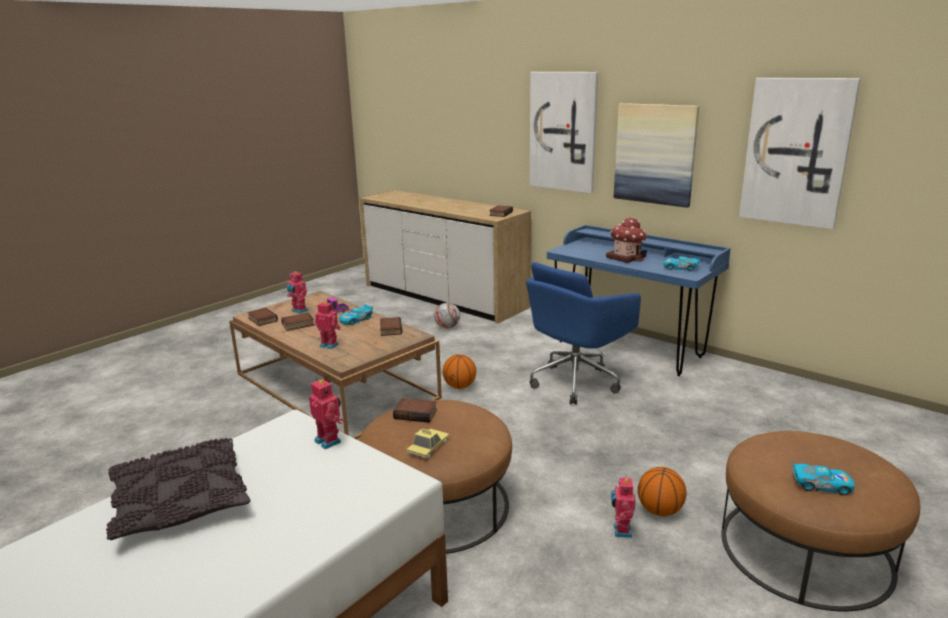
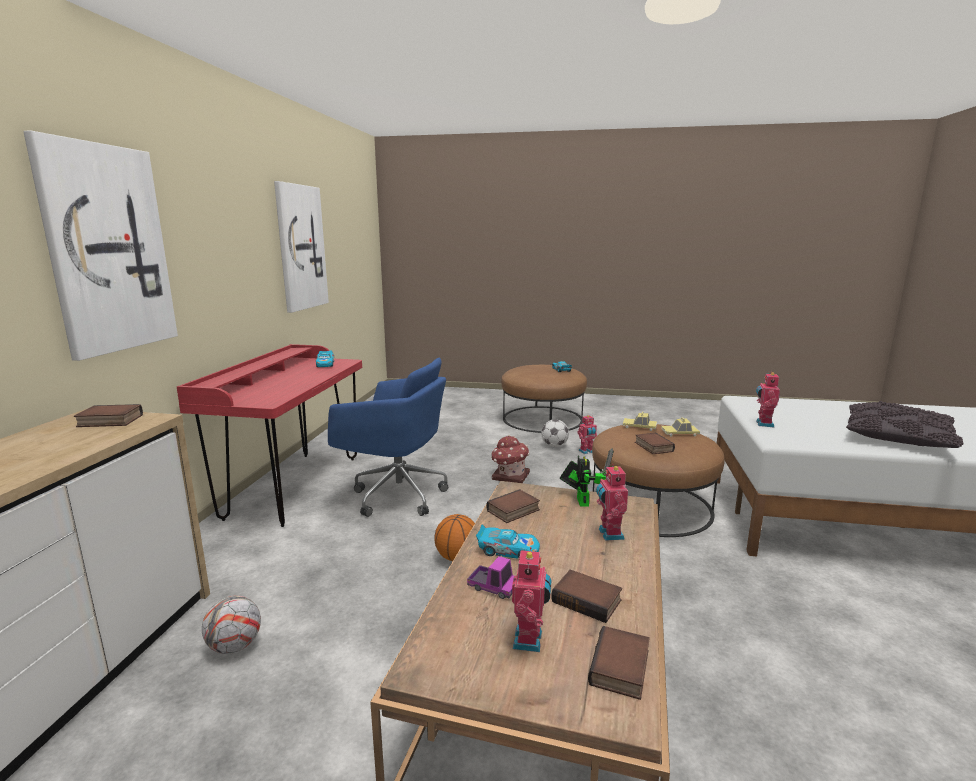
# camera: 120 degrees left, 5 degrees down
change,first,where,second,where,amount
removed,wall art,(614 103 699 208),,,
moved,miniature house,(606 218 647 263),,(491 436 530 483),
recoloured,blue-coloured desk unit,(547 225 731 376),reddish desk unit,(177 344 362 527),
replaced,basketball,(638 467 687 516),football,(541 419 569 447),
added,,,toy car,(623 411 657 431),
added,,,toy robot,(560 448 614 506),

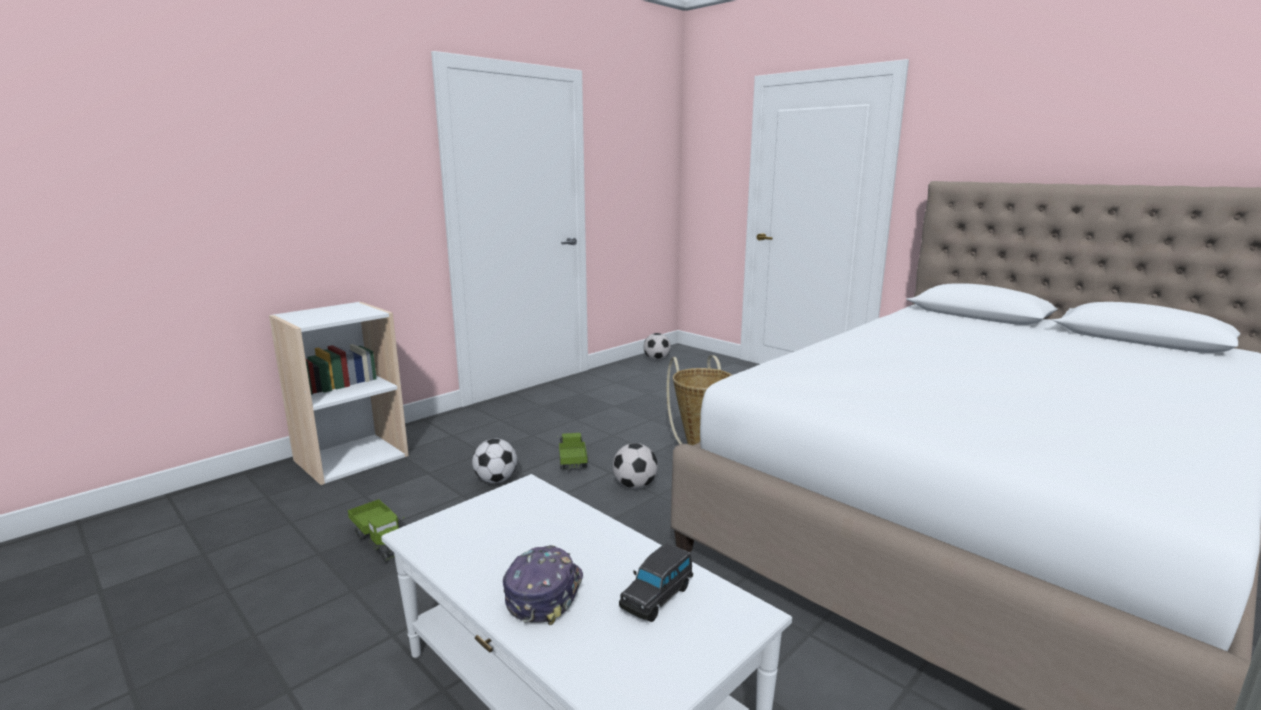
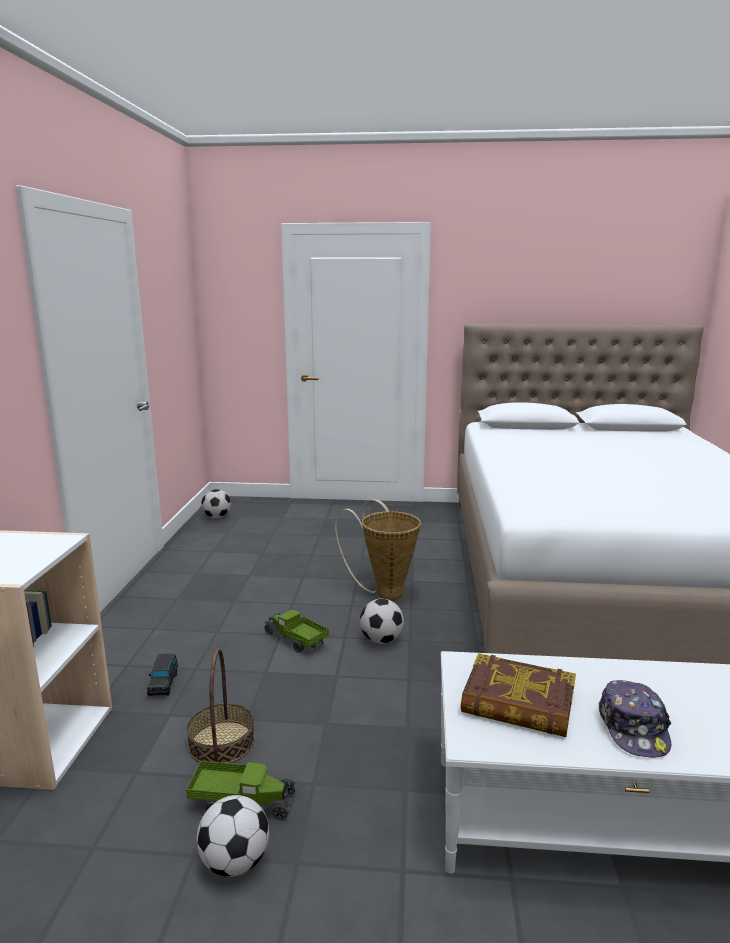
# camera: 40 degrees left, 0 degrees up
change,first,where,second,where,amount
moved,football,(472 439 517 483),,(197 795 269 877),
moved,black toy car,(619 543 693 622),,(147 654 178 696),
turned,cap,(503 545 583 625),,(599 680 671 758),150 degrees counterclockwise
added,,,household basket,(187 648 255 763),
added,,,book,(461 653 576 737),

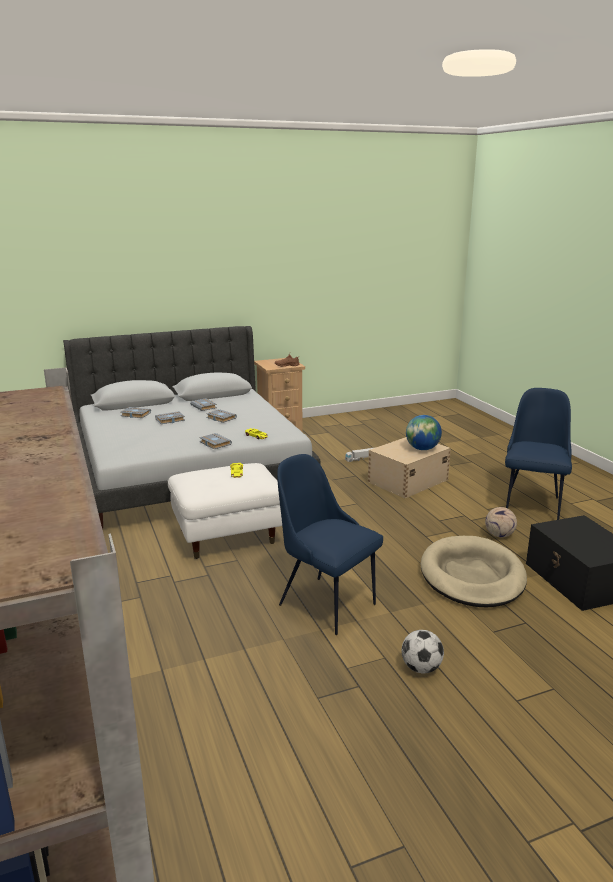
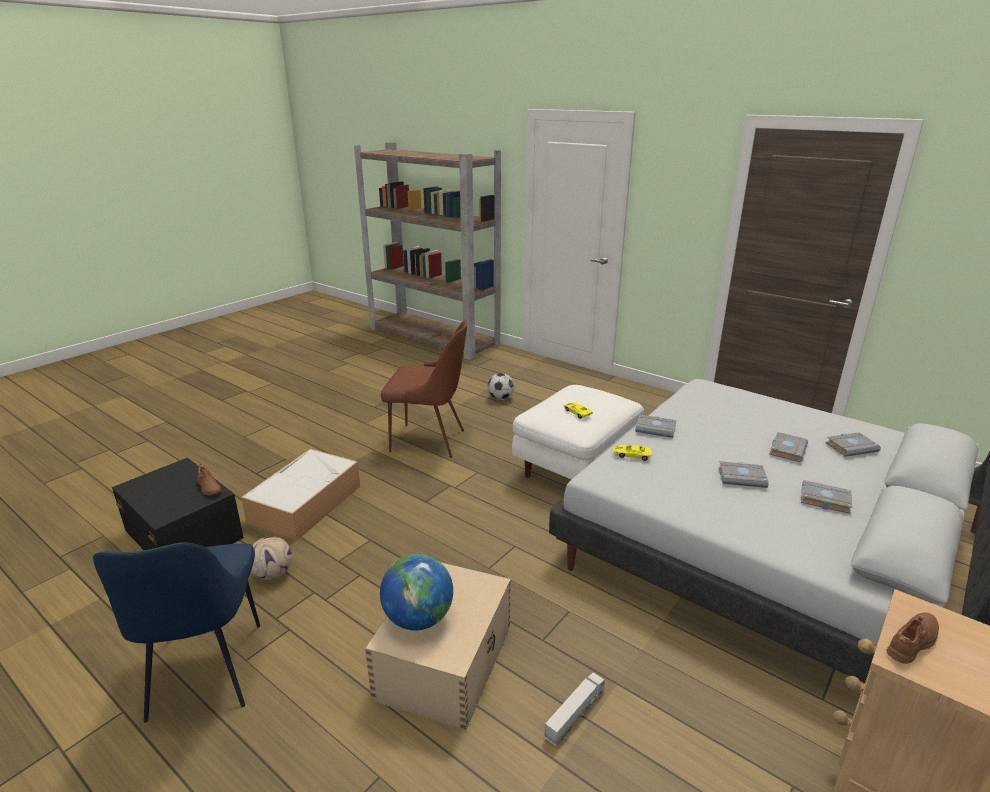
# camera: 150 degrees right, 5 degrees up
change,first,where,second,where,amount
recoloured,blue-coloured upright chair,(277 454 383 635),brownish upright chair,(381 320 467 458),
replaced,beige dog bed,(421 536 527 607),storage box,(241 449 360 541),
moved,football,(401 630 444 673),,(487 373 514 400),
added,,,brownish low shoe,(197 463 221 496),

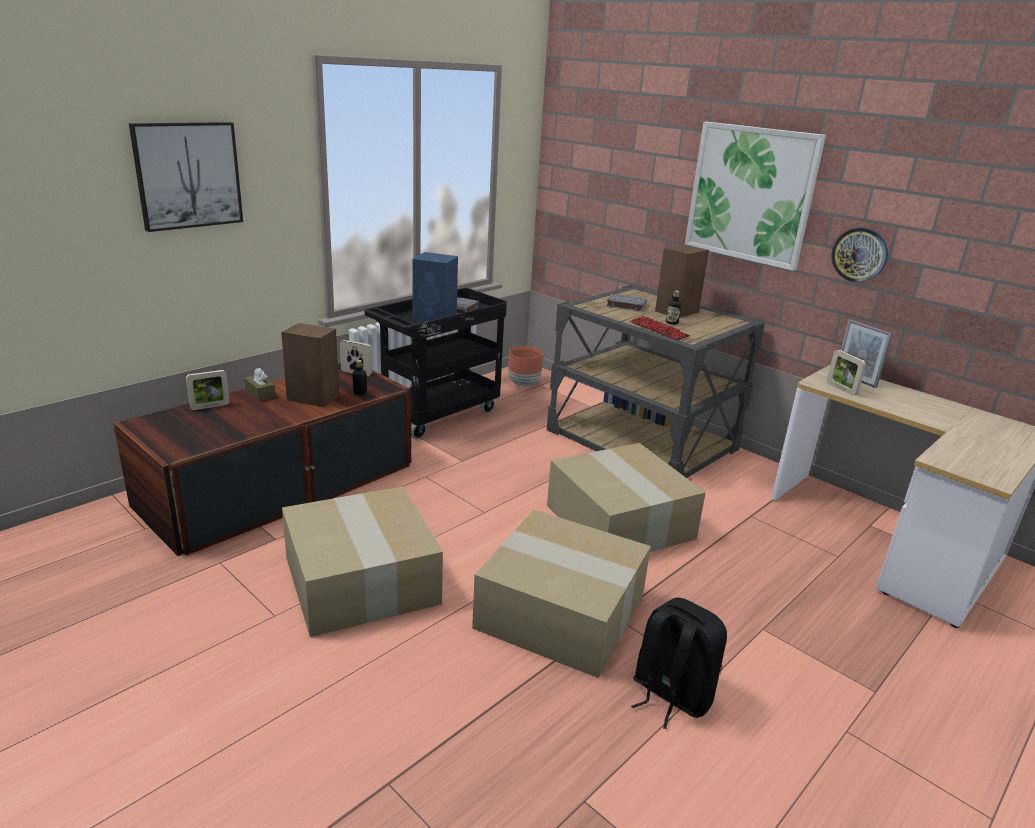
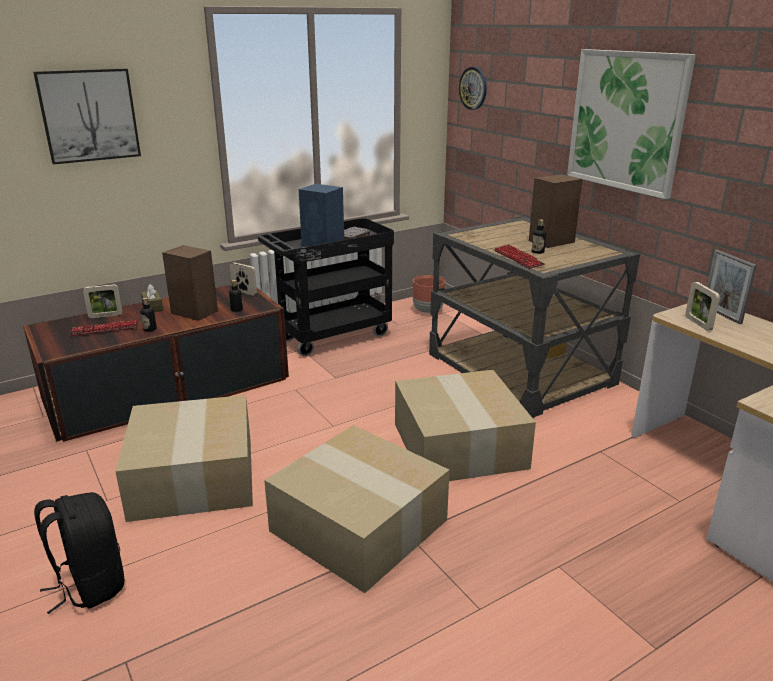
# camera: 15 degrees right, 0 degrees up
change,first,where,second,where,amount
moved,clock on the wall,(831 227 888 282),,(459 67 487 110),
removed,grey book,(606 294 647 311),,,
moved,black knapsack,(631 598 727 729),,(34 492 124 614),
added,,,beverage bottle,(140 298 157 332),
added,,,PC keyboard,(70 320 138 336),

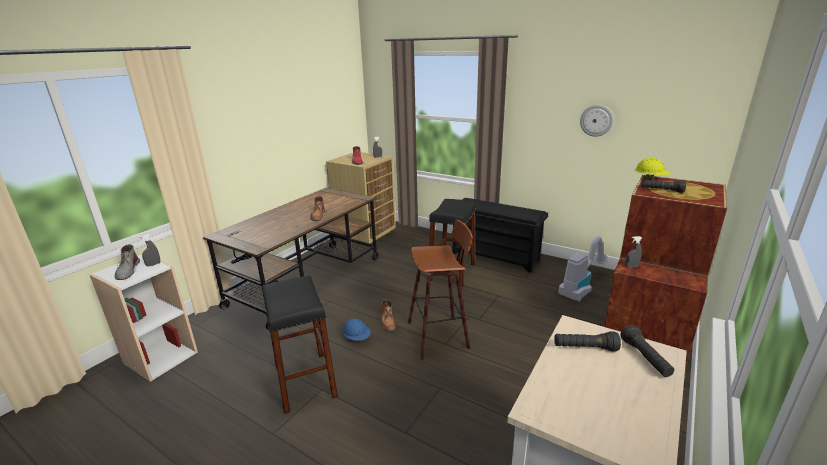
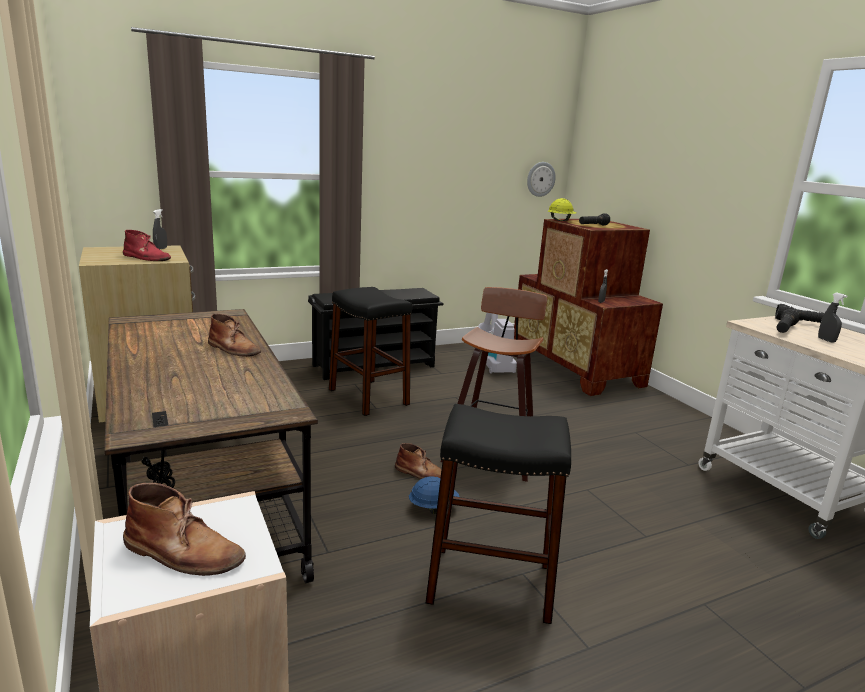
# camera: 60 degrees left, 5 degrees down
change,first,where,second,where,amount
moved,clock on the wall,(580 105 614 137),,(527 162 556 197),
moved,grey sprayer,(138 234 160 267),,(818 293 848 342),
recoloured,grey tall boot,(115 244 140 280),brownish tall boot,(123 483 246 576),

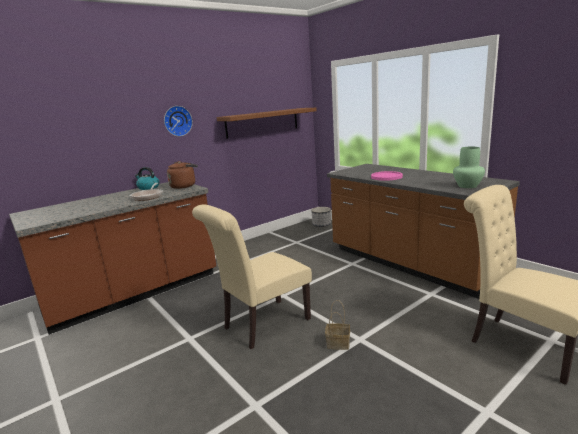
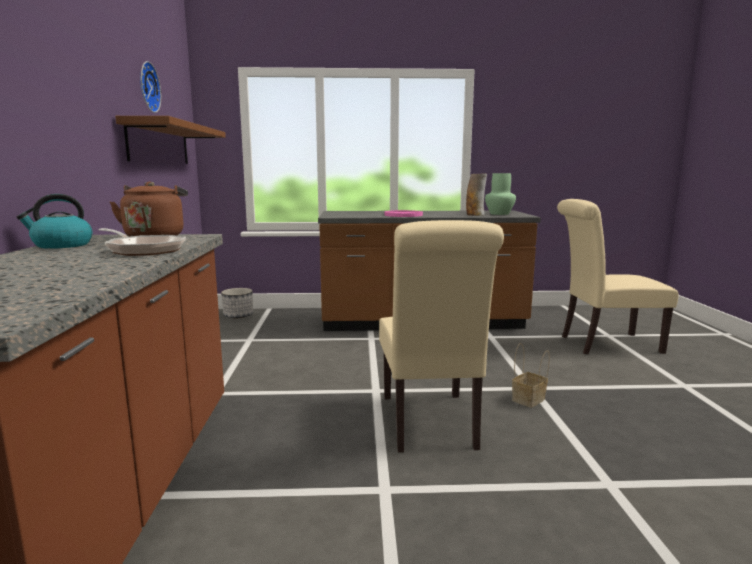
# camera: 55 degrees left, 5 degrees down
change,first,where,second,where,amount
moved,clock on the wall,(164 106 193 136),,(140 61 161 113),
added,,,vase,(466 173 487 216),

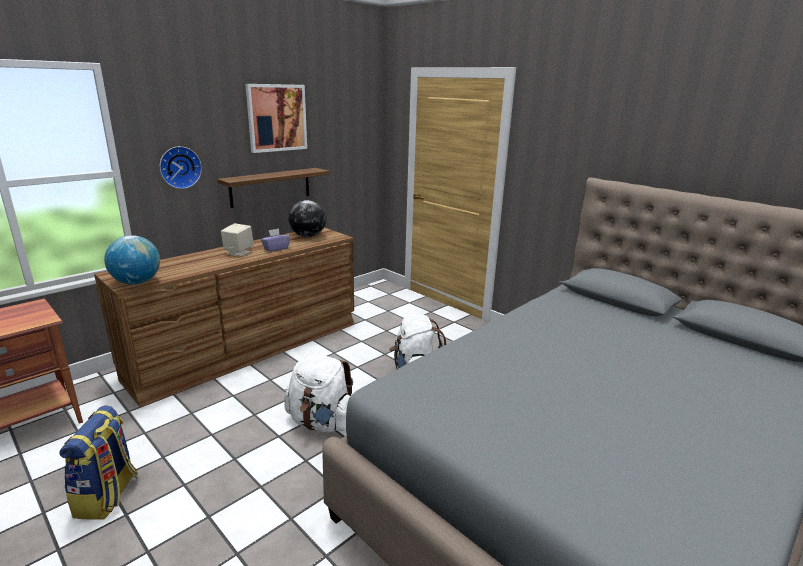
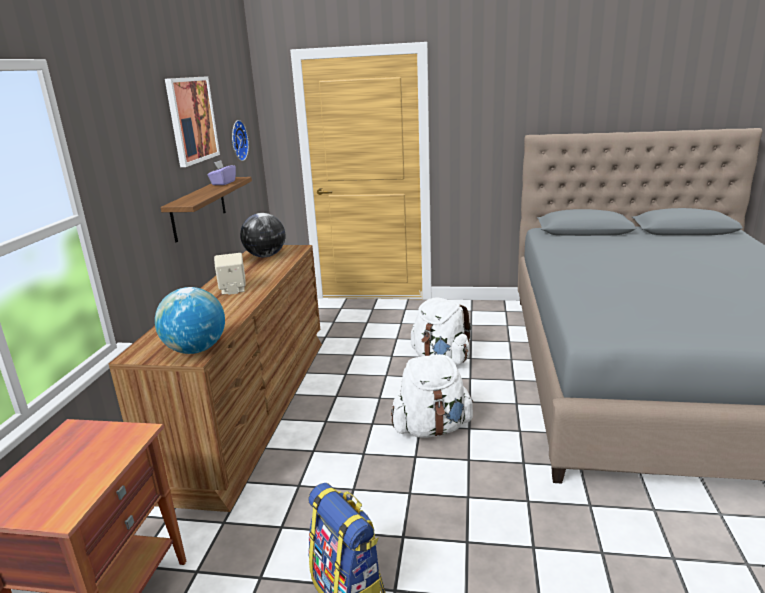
# camera: 35 degrees left, 0 degrees up
change,first,where,second,where,amount
moved,clock on the wall,(160 146 202 189),,(232 120 249 161),
moved,purplish box of tissues,(261 228 290 252),,(207 160 236 185),

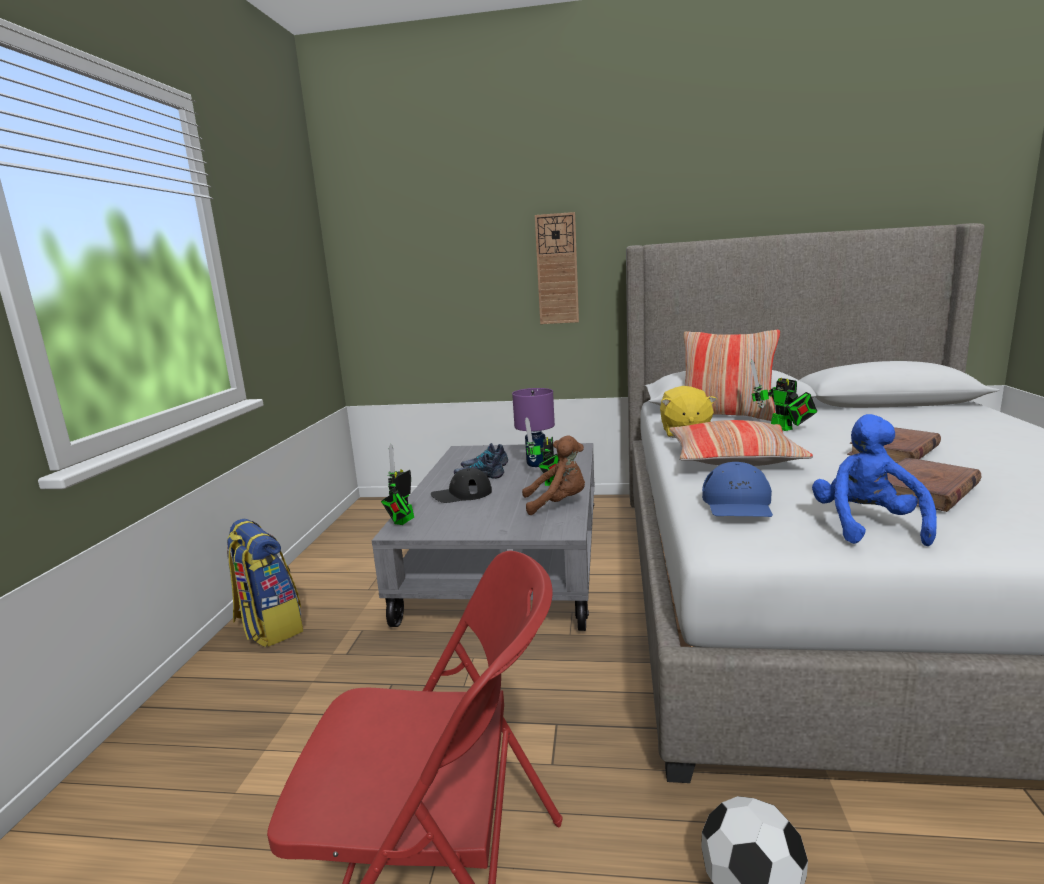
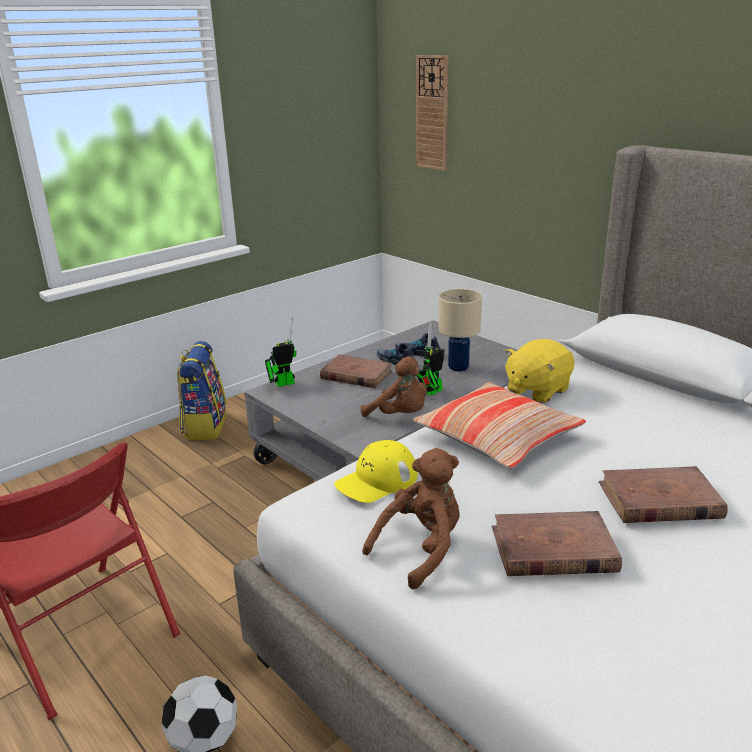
# camera: 40 degrees right, 10 degrees up
change,first,where,second,where,amount
moved,clock on the wall,(535 212 579 324),,(416 55 448 171),
removed,throw pillow,(684 330 780 421),,,
removed,toy robot,(751 359 817 431),,,
recoloured,purplish tabletop lamp,(512 388 555 467),beige tabletop lamp,(439 289 482 372),
recoloured,blue-coloured cuddly toy,(812 414 937 546),brownish cuddly toy,(362 448 460 589),
recoloured,blue-coloured cap,(702 462 773 517),yellowish cap,(334 440 418 503),
replaced,black cap,(431 468 492 503),brownish book,(320 354 392 388),

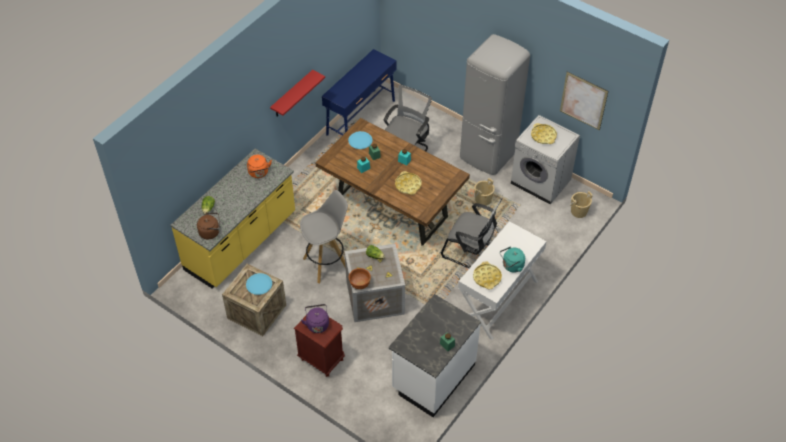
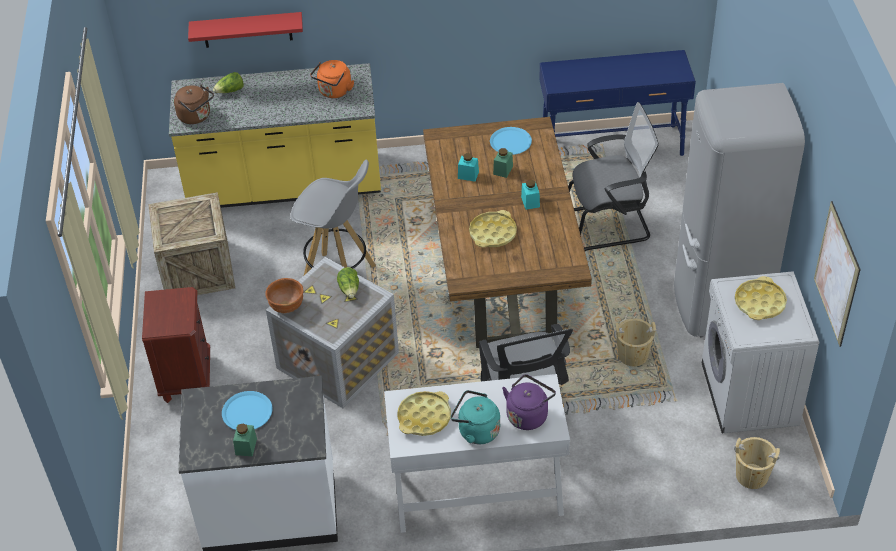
# camera: 50 degrees right, 5 degrees down
change,first,where,second,where,amount
moved,reddish shelf,(270 70 325 117),,(188 12 303 48),
moved,blue-coloured flat dish,(246 273 272 295),,(222 391 273 430),
moved,purplish kettle,(301 304 329 333),,(502 374 556 430),

